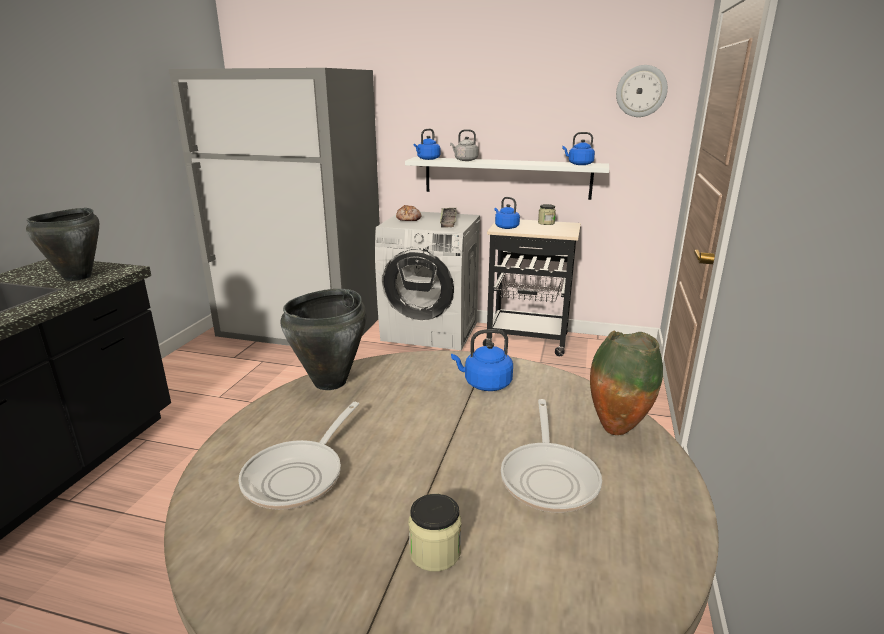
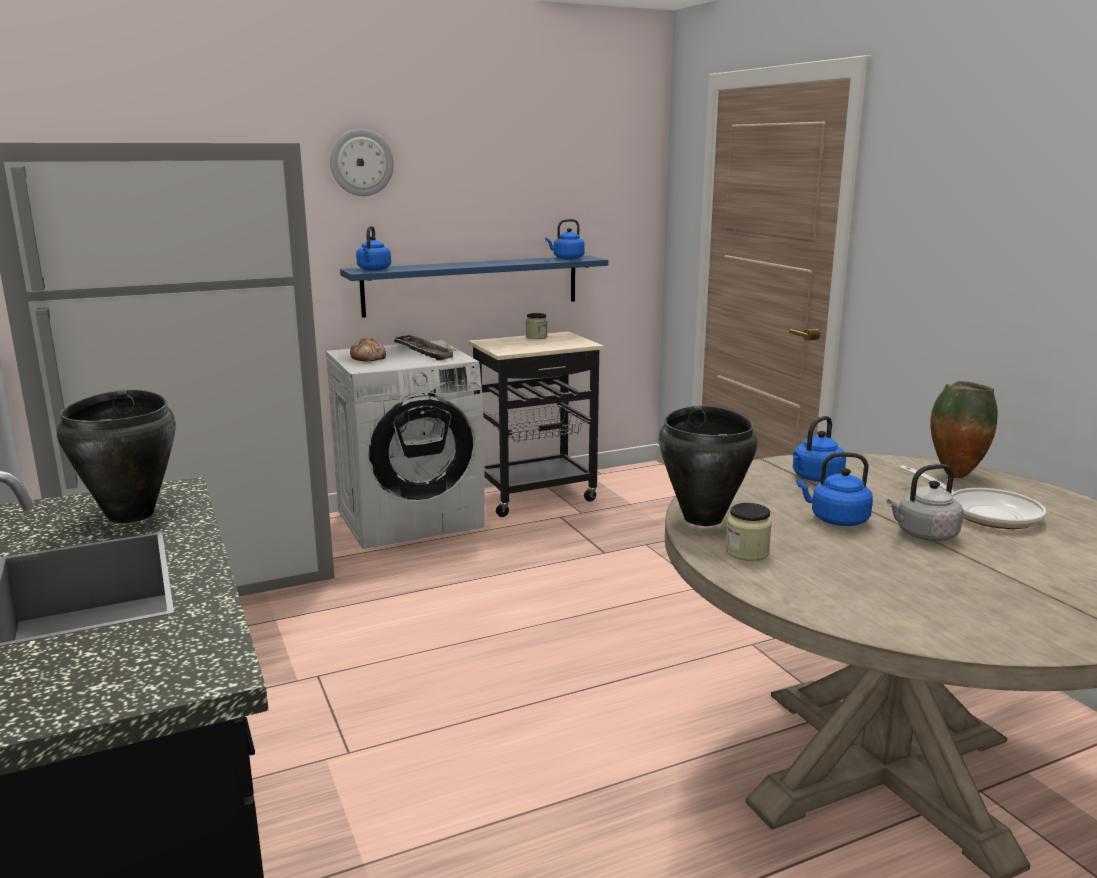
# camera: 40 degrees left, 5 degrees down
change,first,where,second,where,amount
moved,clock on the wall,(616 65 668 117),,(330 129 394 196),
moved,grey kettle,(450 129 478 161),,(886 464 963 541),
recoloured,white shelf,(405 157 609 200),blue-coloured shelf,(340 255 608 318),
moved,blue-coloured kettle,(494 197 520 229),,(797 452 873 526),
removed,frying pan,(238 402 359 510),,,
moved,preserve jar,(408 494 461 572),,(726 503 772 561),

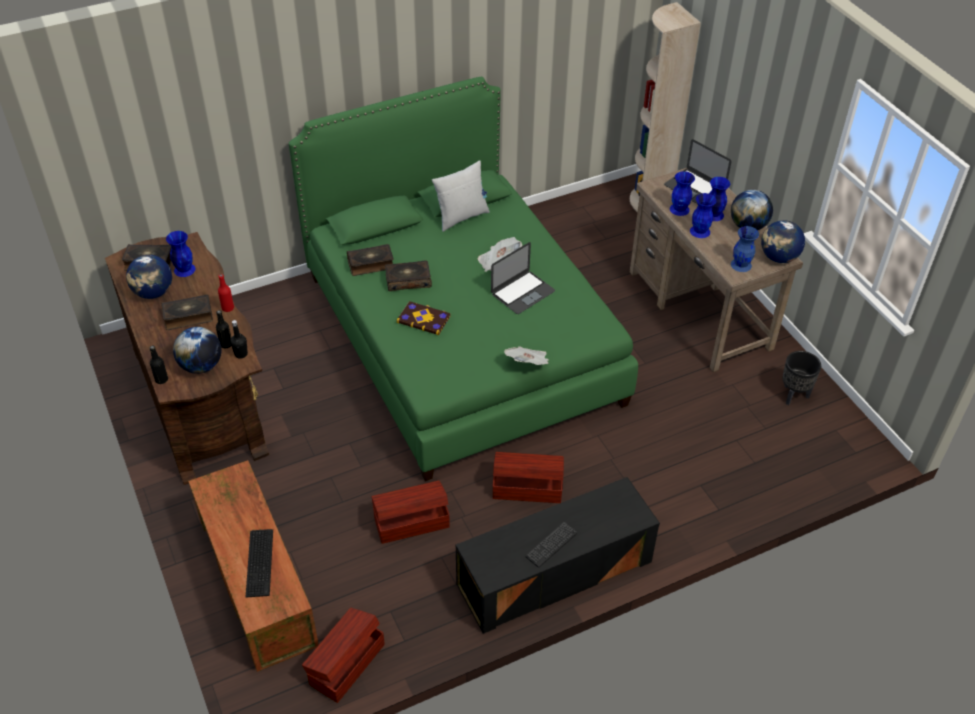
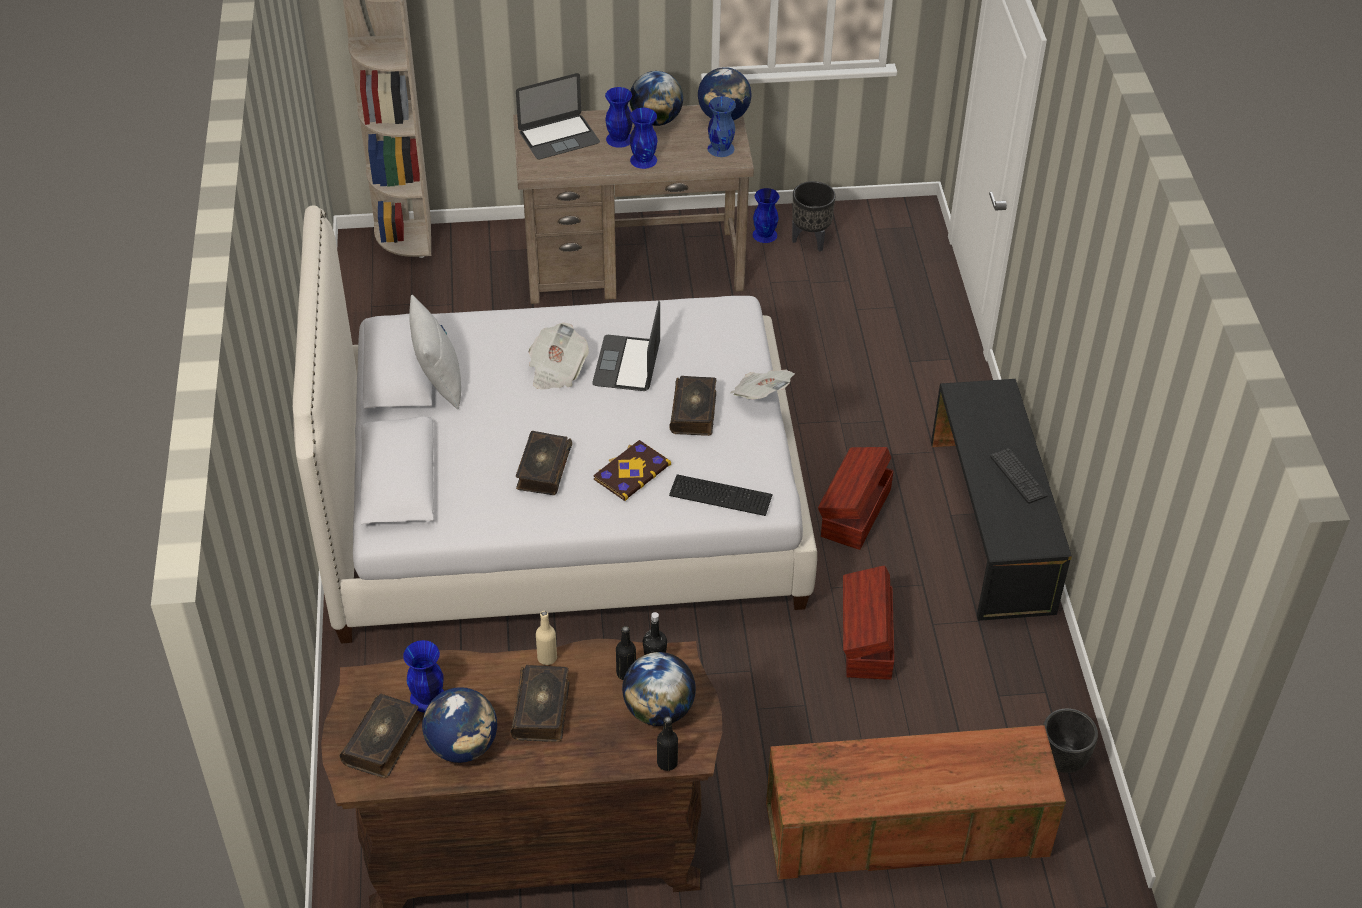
# camera: 70 degrees left, 0 degrees up
change,first,where,second,where,amount
recoloured,greenish bed,(289 77 638 481),white bed,(293 205 817 644),
moved,blue-coloured vase,(670 171 695 216),,(753 188 779 243),
turned,portable computer,(491 242 555 314),,(592 301 660 391),150 degrees counterclockwise
moved,book,(347 244 393 276),,(669 376 716 436),
recoloured,reddish beverage bottle,(218 274 234 312),beige beverage bottle,(536 611 557 665),
moved,PC keyboard,(246 529 273 597),,(669 474 773 516),
replaced,brownish storage box,(302 608 385 703),black plant pot,(1043 708 1098 773),

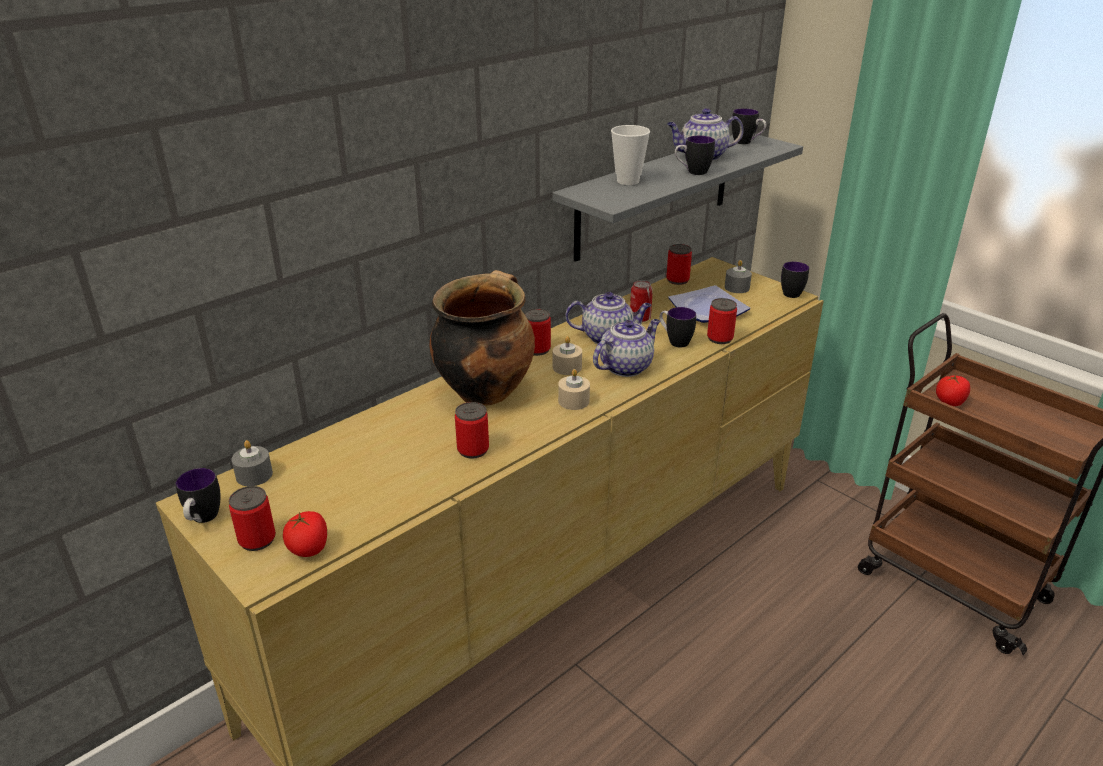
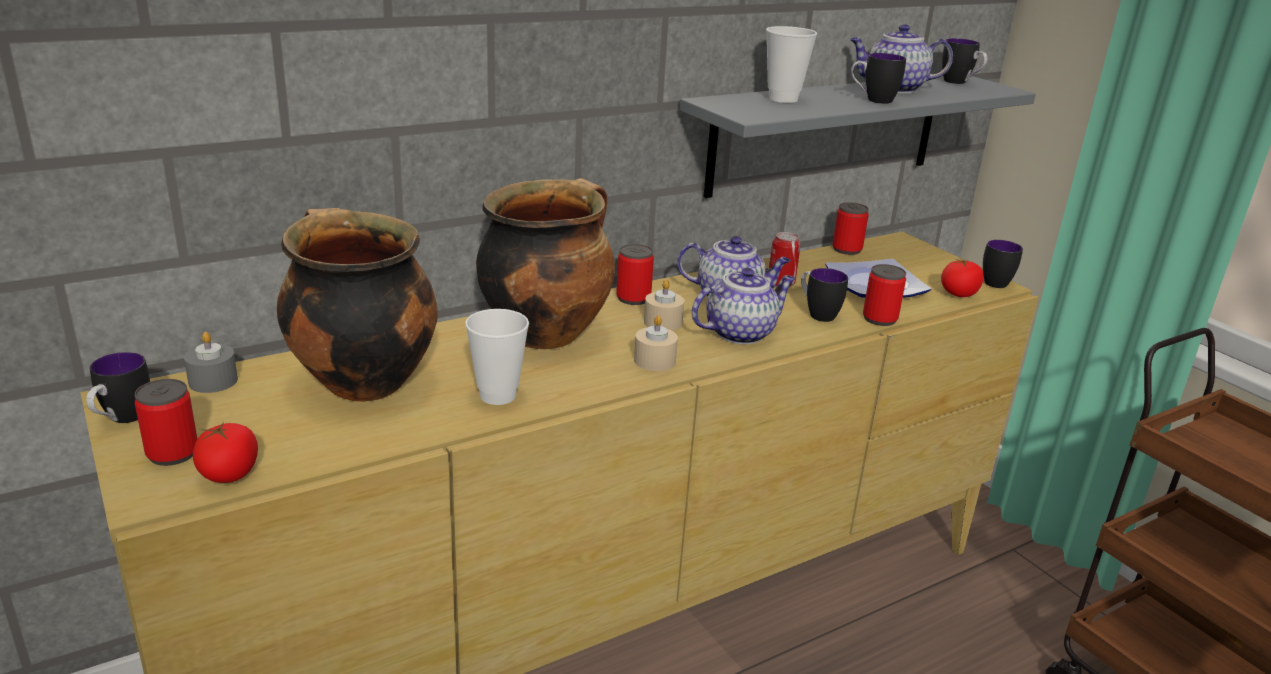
# camera: 10 degrees right, 5 degrees down
change,first,where,second,where,amount
removed,grey wax candle,(725 260 752 293),,,
moved,tomato,(936 375 970 406),,(941 259 984 297),
replaced,sealed can,(455 402 489 459),small cup,(465 309 529 405),
added,,,saucepot,(277 208 438 402),

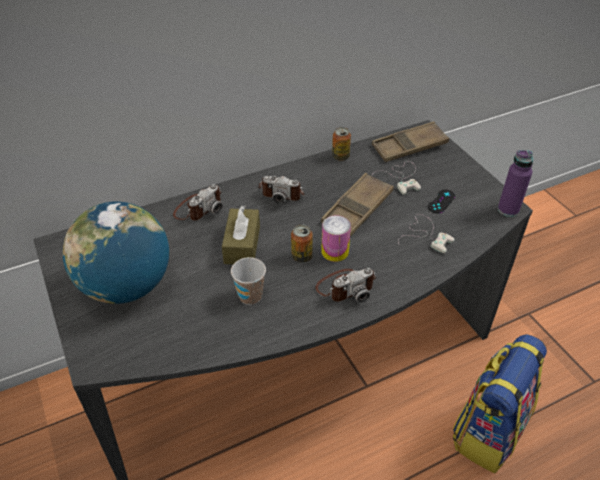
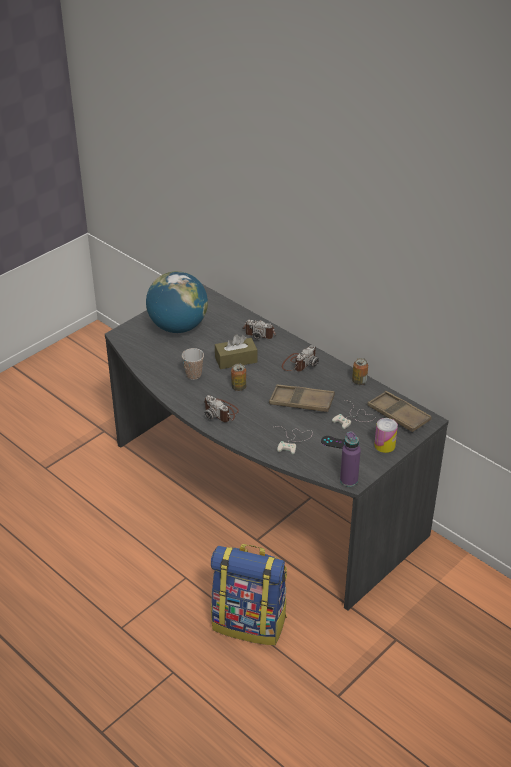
# camera: 70 degrees right, 5 degrees down
change,first,where,second,where,amount
turned,photo camera,(258 176 305 204),,(282 345 319 371),135 degrees counterclockwise
moved,sealed can,(321 215 351 262),,(374 418 398 453),

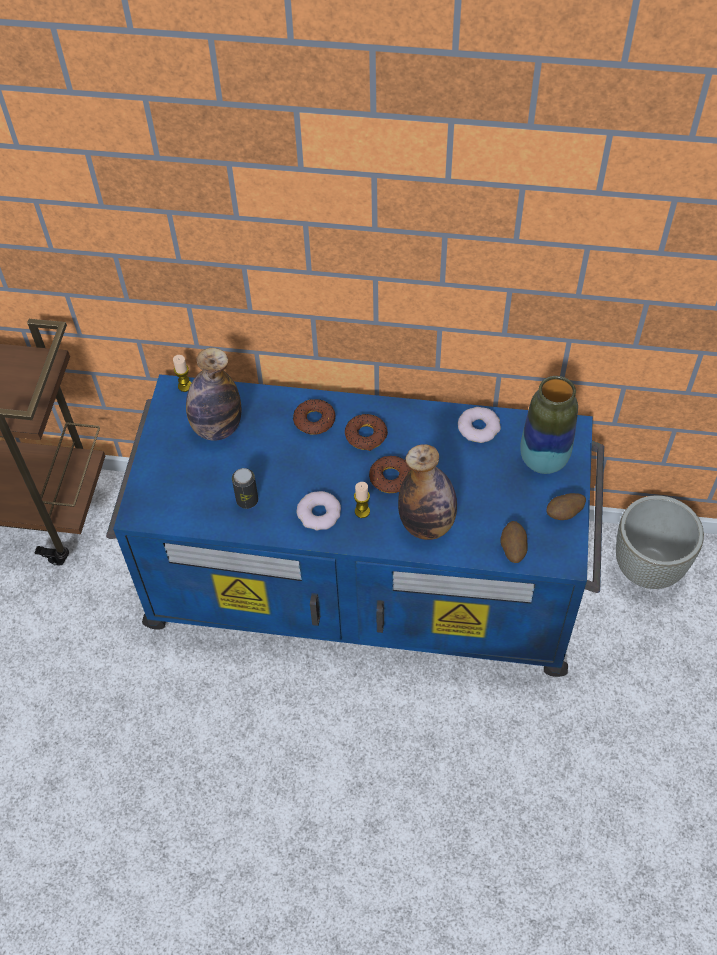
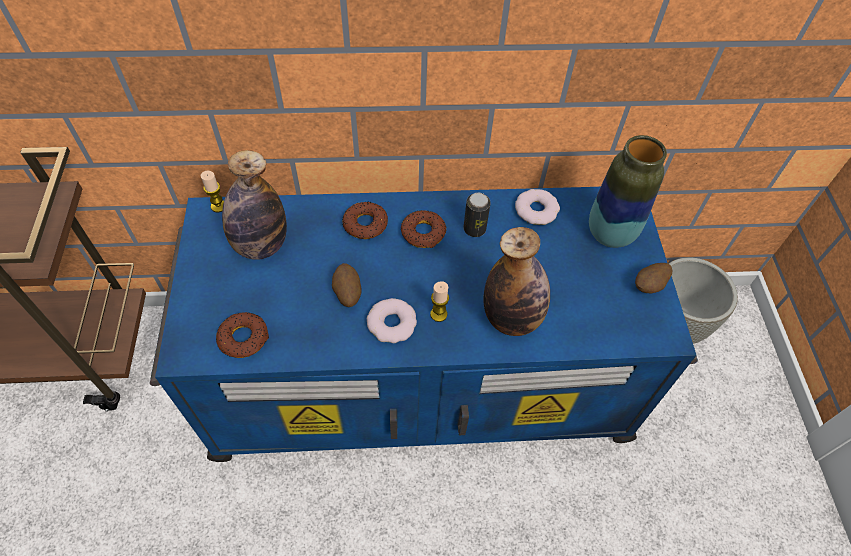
# camera: 15 degrees left, 0 degrees up
change,first,where,second,where,amount
moved,donut,(369 456 411 493),,(216 312 269 358),
moved,sealed can,(232 468 258 509),,(463 193 491 237),
moved,whole potato,(500 521 528 563),,(332 263 361 307),

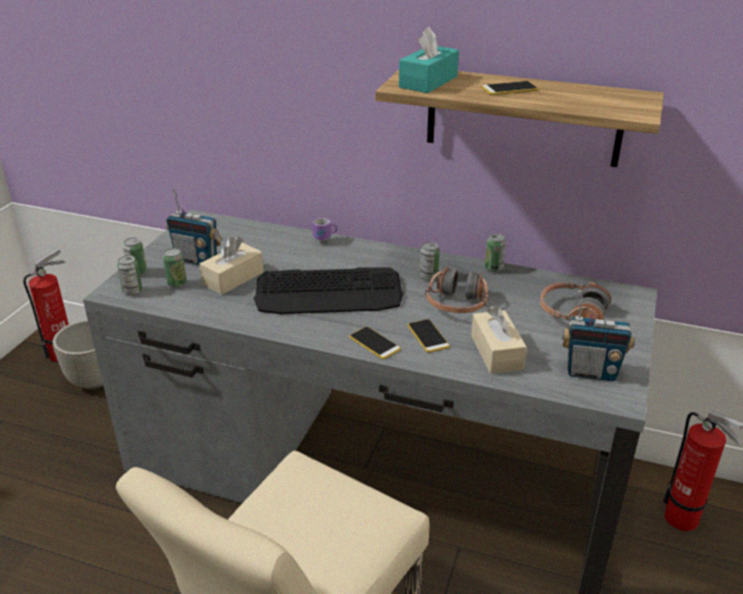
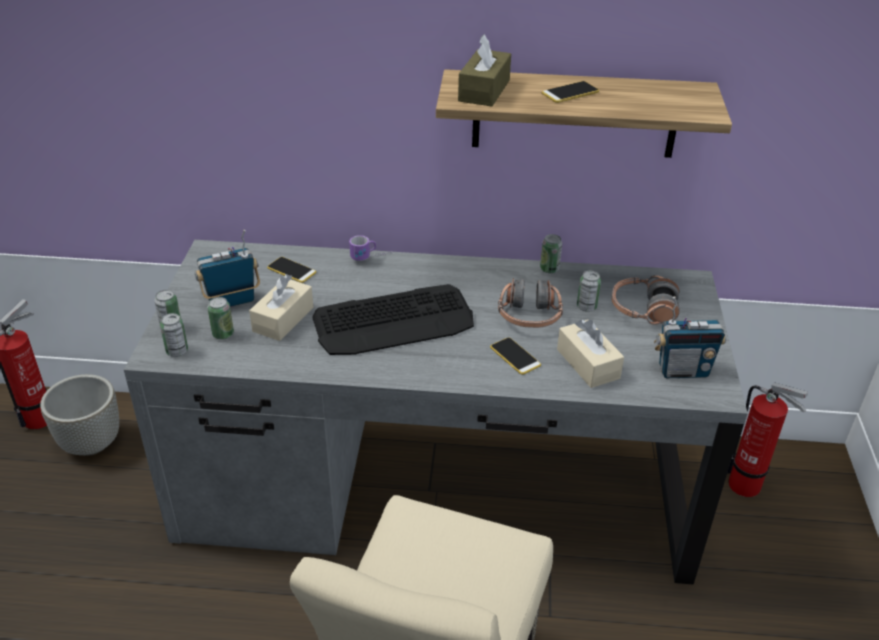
# camera: 15 degrees left, 5 degrees up
change,first,where,second,where,amount
recoloured,turquoise box of tissues,(399 27 459 93),brownish box of tissues,(458 34 511 107),
turned,radio set,(166 188 223 265),,(195 230 260 307),150 degrees clockwise
moved,sealed can,(419 242 440 281),,(577 271 601 312),
moved,telephone,(349 327 401 359),,(267 257 316 283),

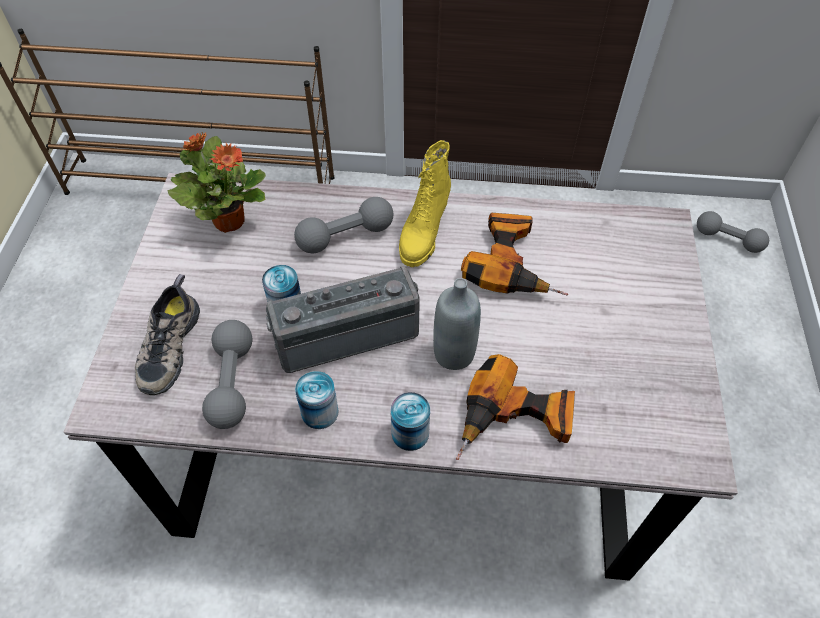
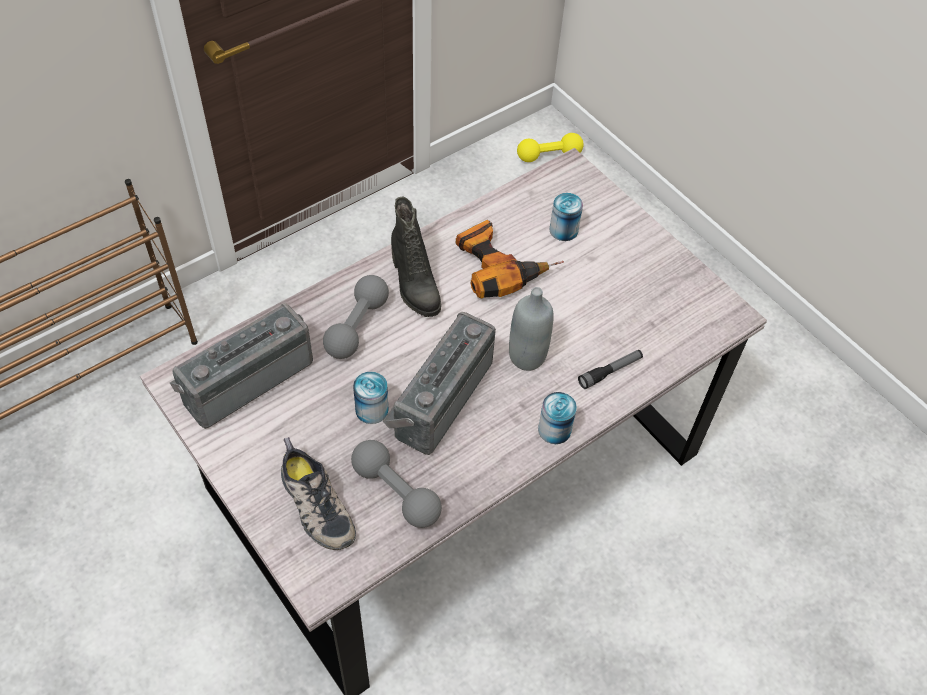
# camera: 45 degrees left, 0 degrees up
change,first,where,second,where,amount
replaced,potted plant,(167 132 266 233),radio set,(170 303 313 429),
recoloured,yellowish tall boot,(399 140 451 267),black tall boot,(391 197 441 317),
recoloured,grey hand weight,(697 211 769 253),yellowish hand weight,(517 133 584 162),
replaced,drill,(456 354 575 460),torch,(578 350 643 389),
moved,sealed can,(295 371 339 429),,(550 193 583 241),

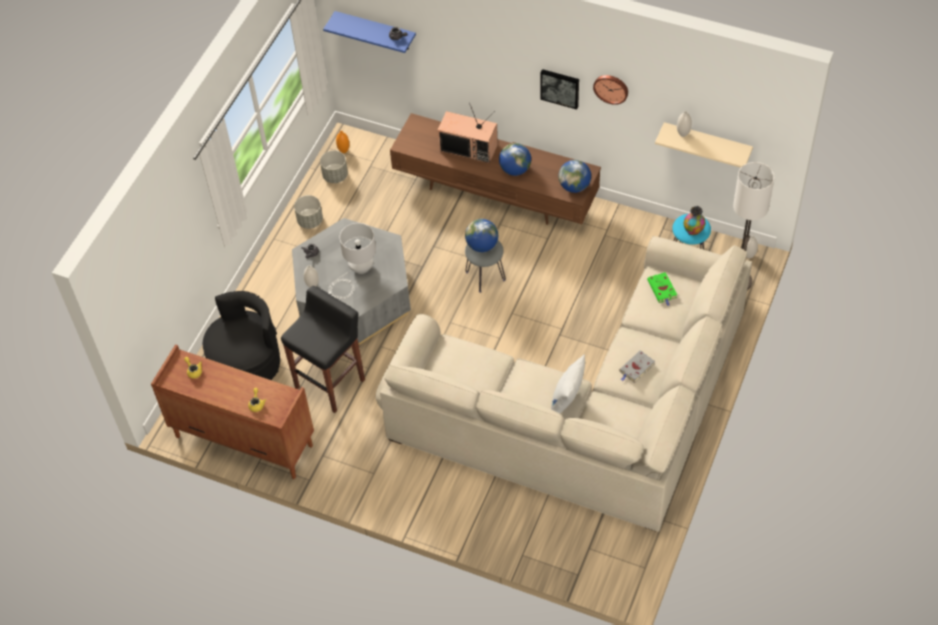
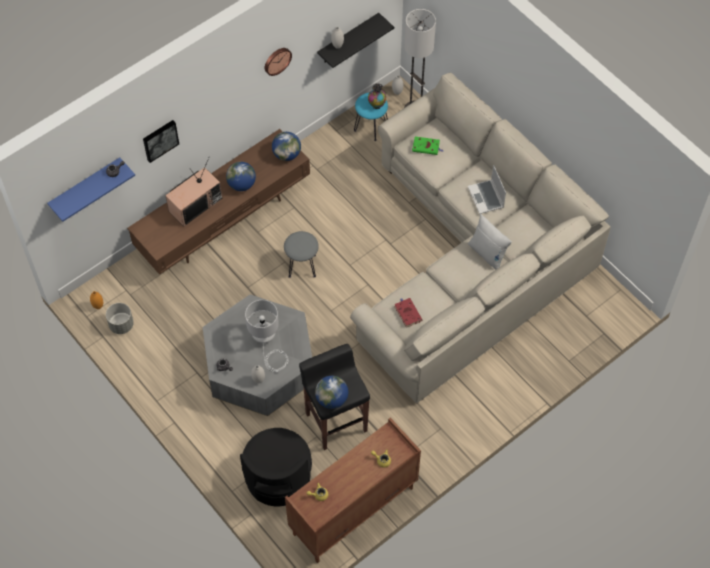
# camera: 65 degrees left, 5 degrees up
change,first,where,second,where,amount
moved,wall art,(540 69 579 109),,(143 120 179 163),
recoloured,beige shelf,(655 122 753 168),black shelf,(317 13 394 68),
removed,grey plant pot,(294 195 323 229),,,
moved,world globe,(465 219 498 252),,(315 376 348 409),
turned,black easy chair,(203 291 280 380),,(240 428 312 506),150 degrees counterclockwise
replaced,grey book,(619 350 655 383),portable computer,(468 165 506 214),
added,,,reddish book,(394 298 422 328),

